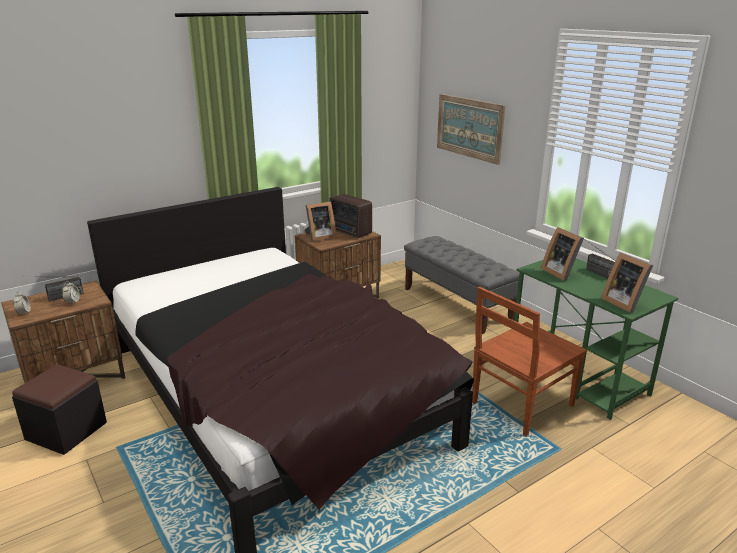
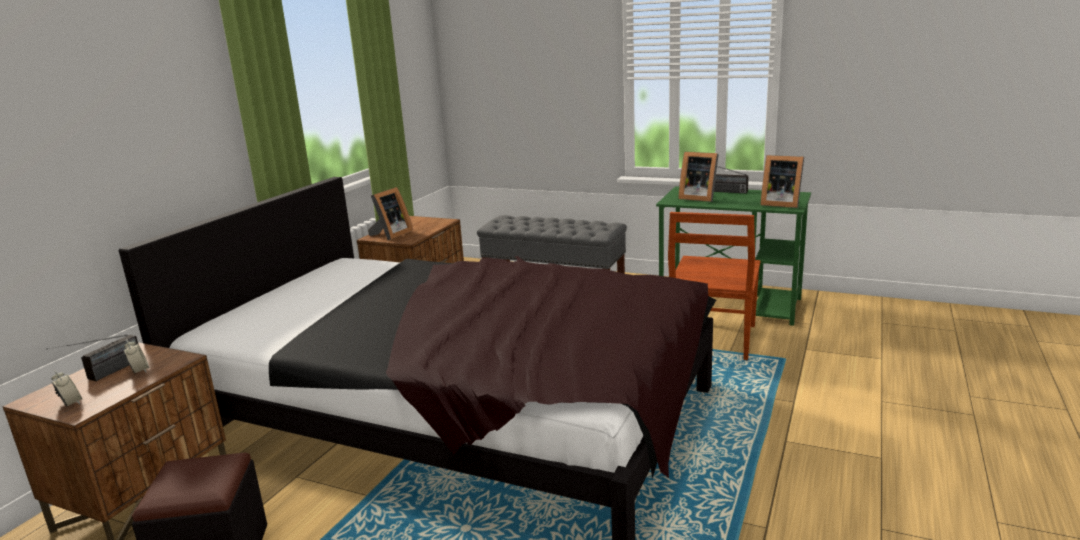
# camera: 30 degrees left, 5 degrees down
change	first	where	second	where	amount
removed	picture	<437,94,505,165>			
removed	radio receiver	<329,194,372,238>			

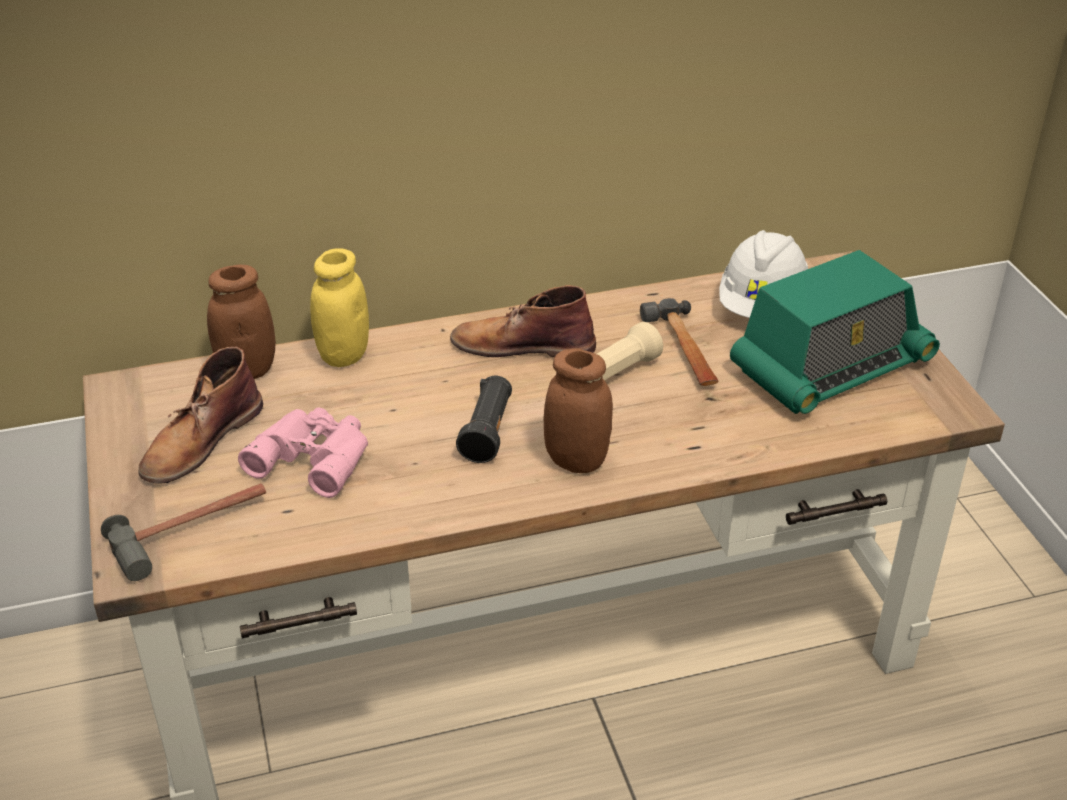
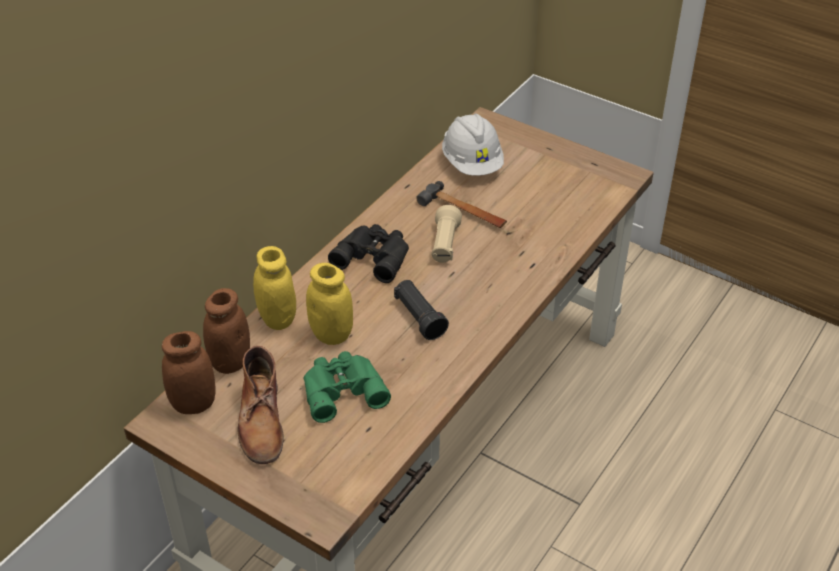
# camera: 40 degrees left, 5 degrees up
change	first	where	second	where	amount
removed	radio receiver	<730,250,940,414>			
replaced	brown tall boot	<450,285,596,357>	blackish pair of binoculars	<328,224,409,283>	
moved	brown storage jar	<544,348,613,473>		<162,331,215,414>	
recoloured	pinkish pair of binoculars	<238,407,368,498>	greenish pair of binoculars	<303,351,391,423>	
removed	hammer	<101,483,266,581>			
added			yellow-coloured storage jar	<306,263,353,345>	

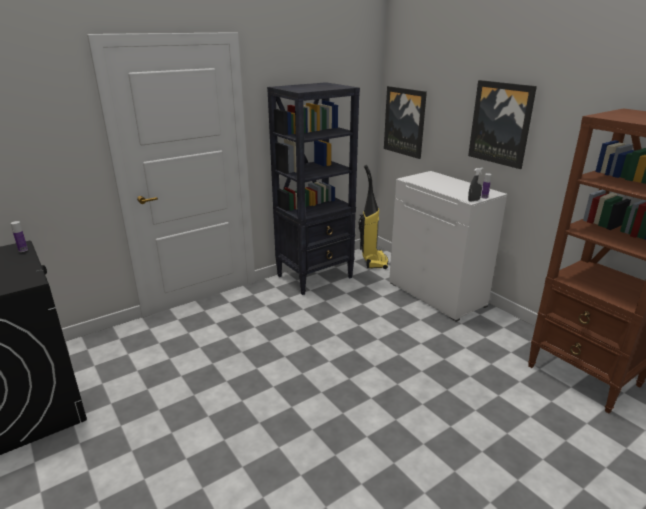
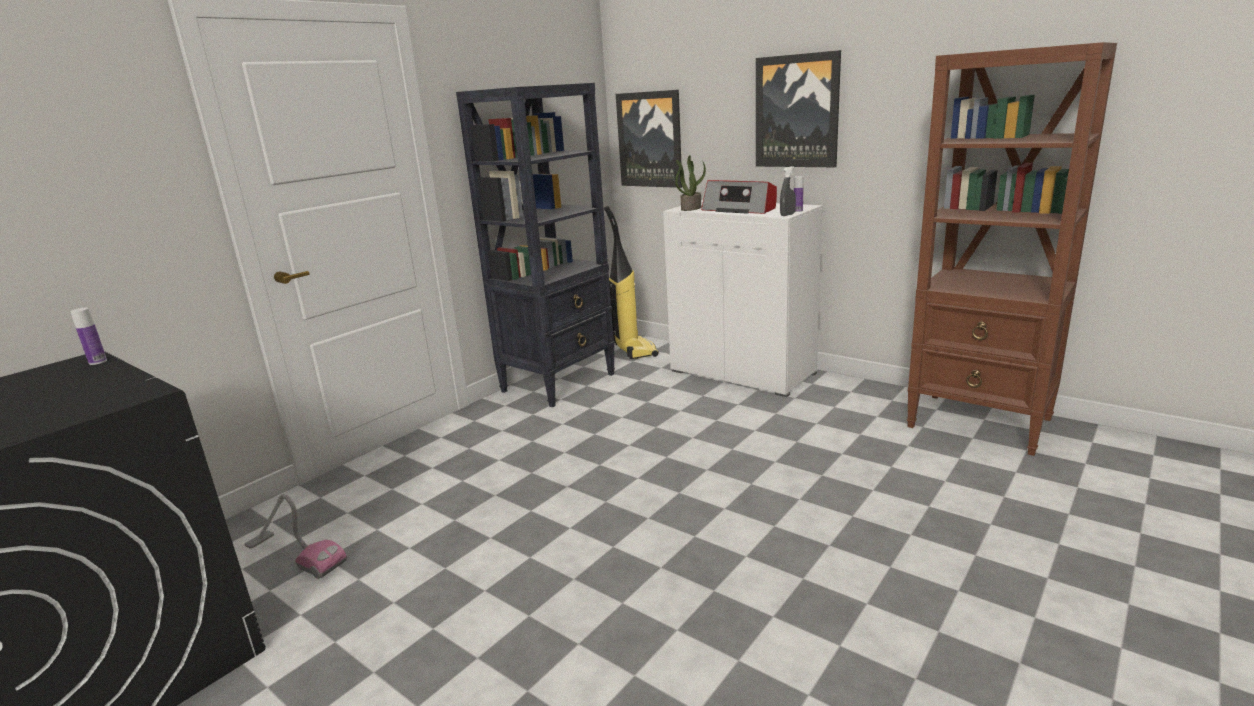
# camera: 15 degrees left, 5 degrees down
change	first	where	second	where	amount
added			potted plant	<675,155,706,211>	
added			radio receiver	<701,180,777,214>	
added			hoover	<245,494,347,579>	

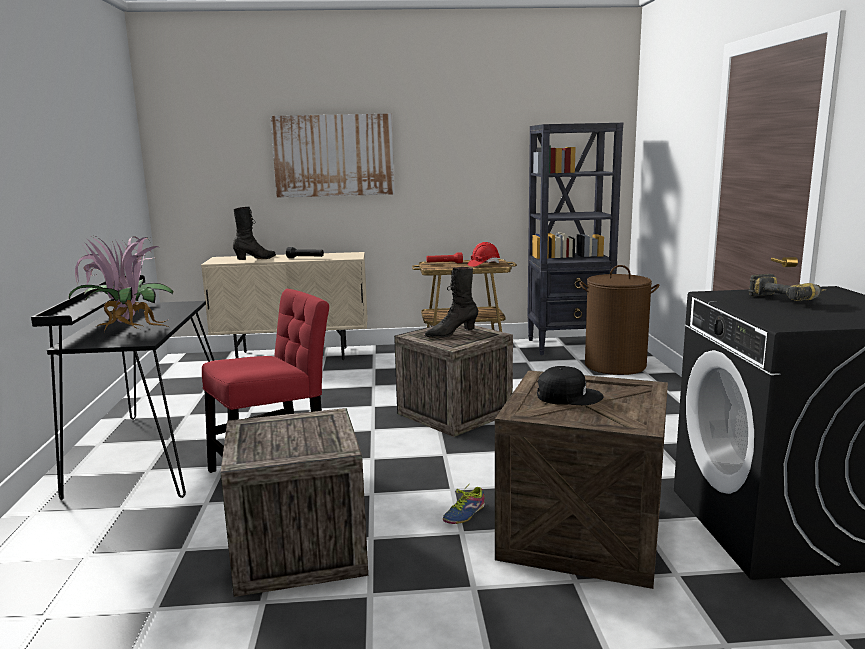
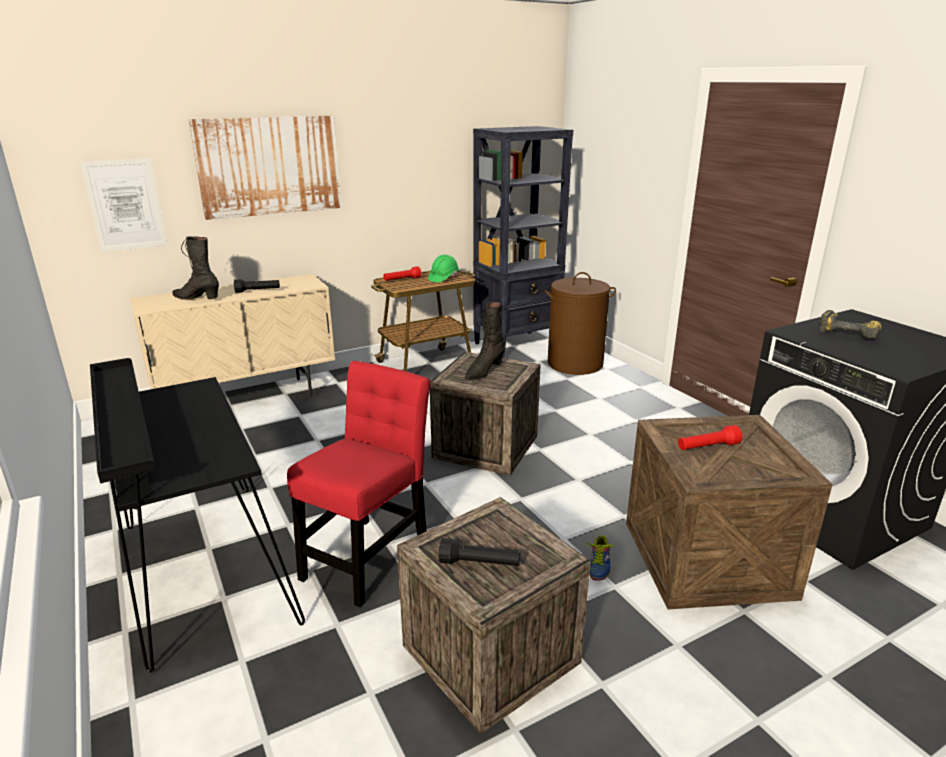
# camera: 25 degrees left, 10 degrees up
change	first	where	second	where	amount
turned	blackish tall boot	<233,207,276,260>		<172,236,219,300>	90 degrees counterclockwise
removed	potted plant	<69,235,174,332>			
recoloured	red-coloured safety helmet	<467,242,500,267>	greenish safety helmet	<428,255,459,282>	
replaced	blackish peaked cap	<537,366,604,405>	red-coloured hand torch	<678,425,742,450>	
added			picture	<80,158,168,252>	
added			blackish hand torch	<439,538,520,566>	

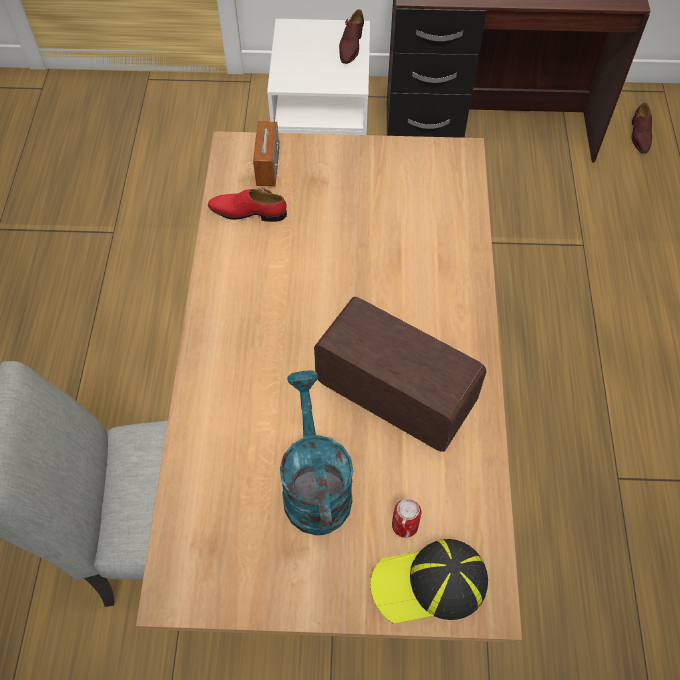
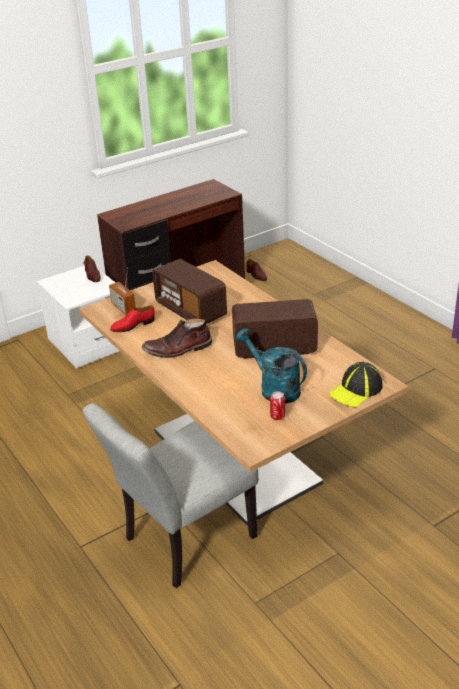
# camera: 35 degrees left, 25 degrees down
change	first	where	second	where	amount
moved	metal can	<392,498,421,538>		<270,391,285,420>	
added			radio receiver	<152,259,227,324>	
added			brown tall boot	<142,319,212,358>	

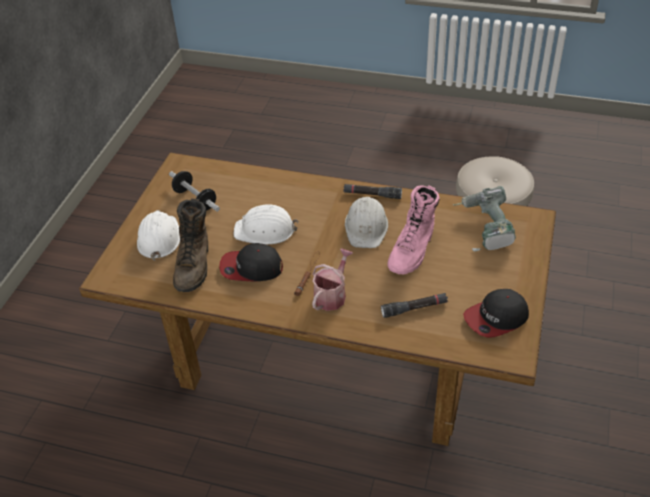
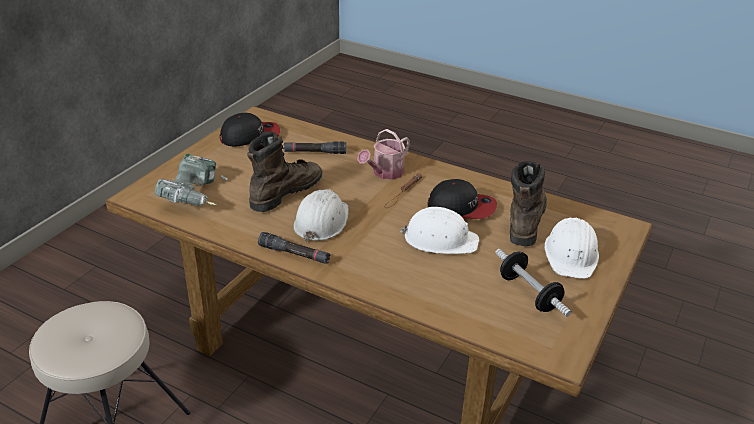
# camera: 170 degrees left, 10 degrees down
change	first	where	second	where	amount
recoloured	pinkish tall boot	<387,185,440,274>	brown tall boot	<247,131,323,212>	

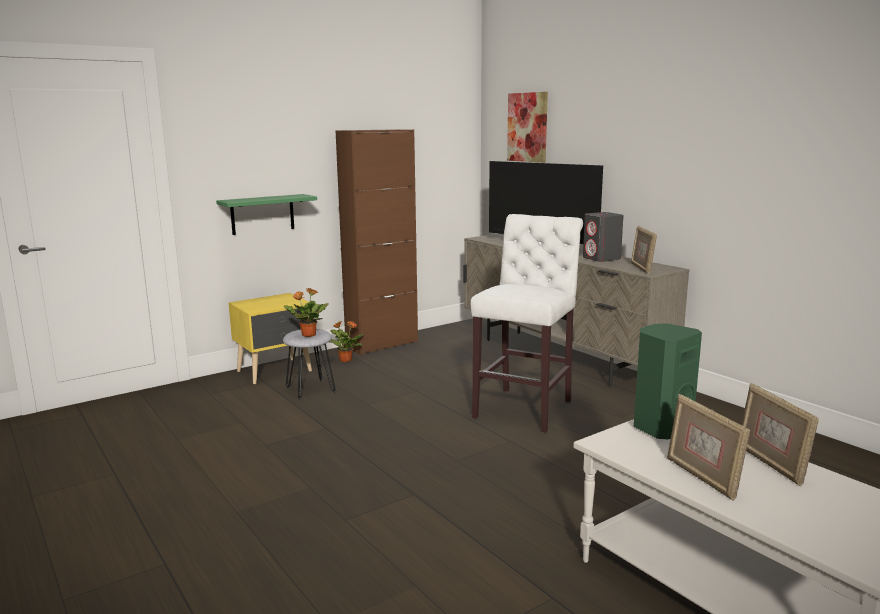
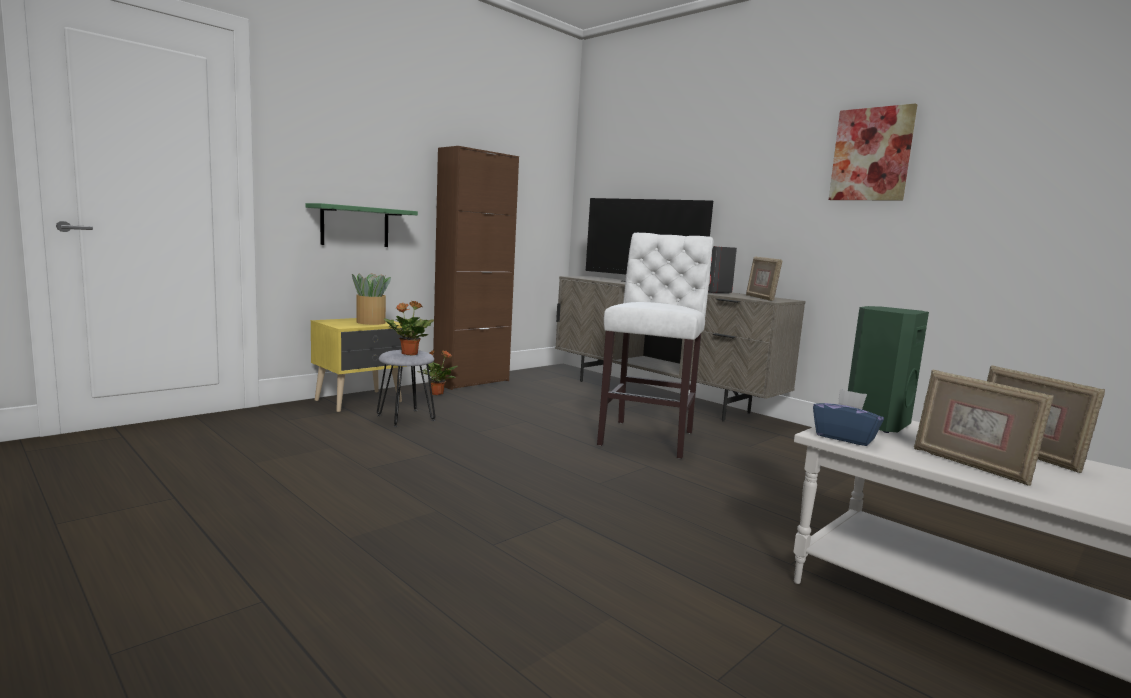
# camera: 10 degrees left, 5 degrees down
change	first	where	second	where	amount
moved	picture	<507,92,548,163>		<829,103,917,200>	
added			potted plant	<352,273,391,325>	
added			bluish box of tissues	<813,389,884,446>	

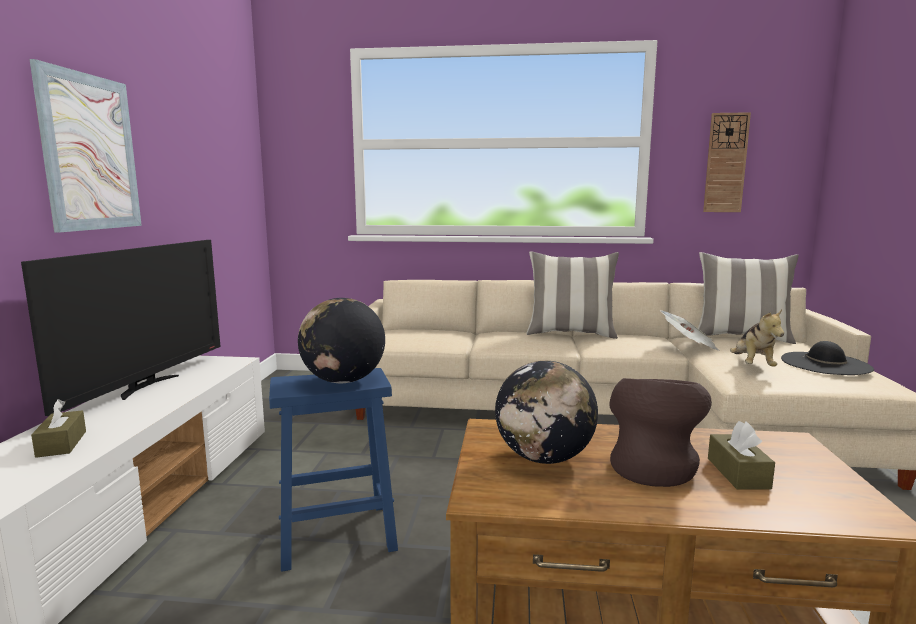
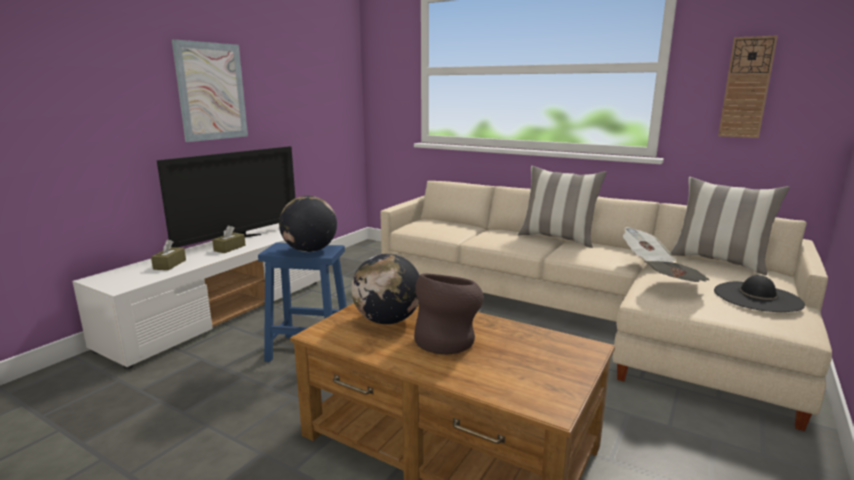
# camera: 25 degrees right, 5 degrees up
change	first	where	second	where	amount
replaced	plush toy	<730,309,784,367>	daily paper	<644,261,709,282>	
moved	brown box of tissues	<708,421,775,489>		<212,225,246,253>	

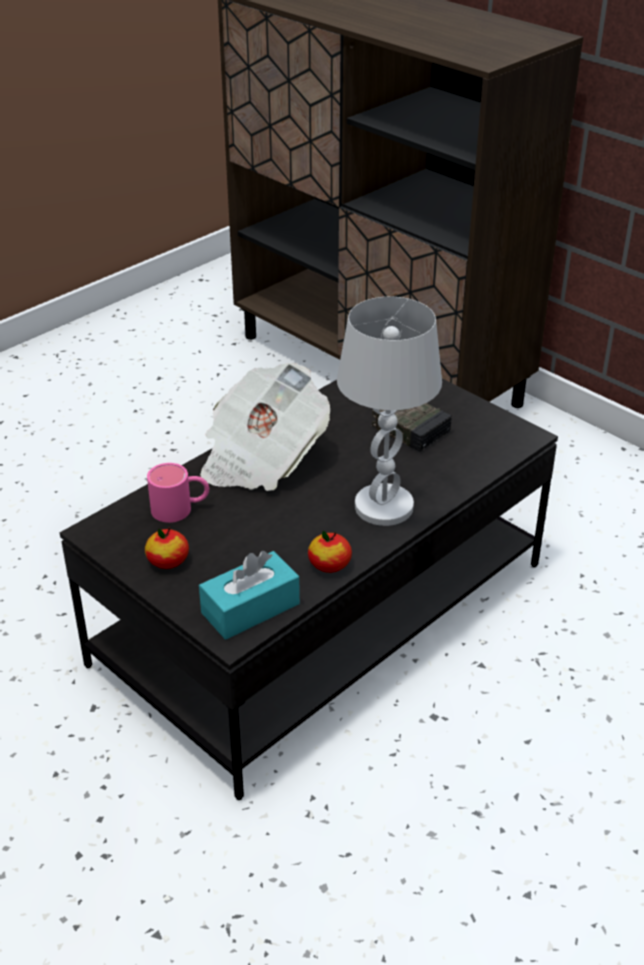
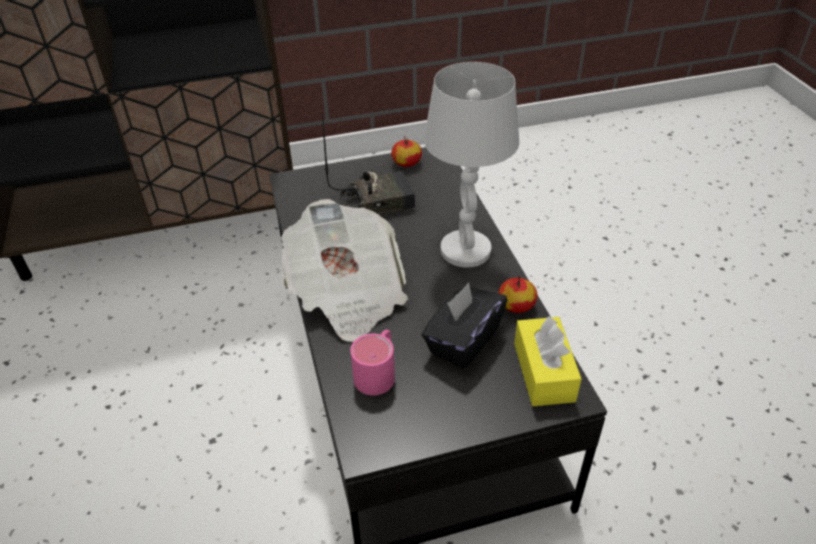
# camera: 60 degrees left, 5 degrees up
change	first	where	second	where	amount
moved	apple	<145,527,189,569>		<391,136,422,167>	
recoloured	turquoise-coloured box of tissues	<199,551,300,640>	yellow-coloured box of tissues	<514,315,581,406>	
added			blackish box of tissues	<422,283,507,369>	

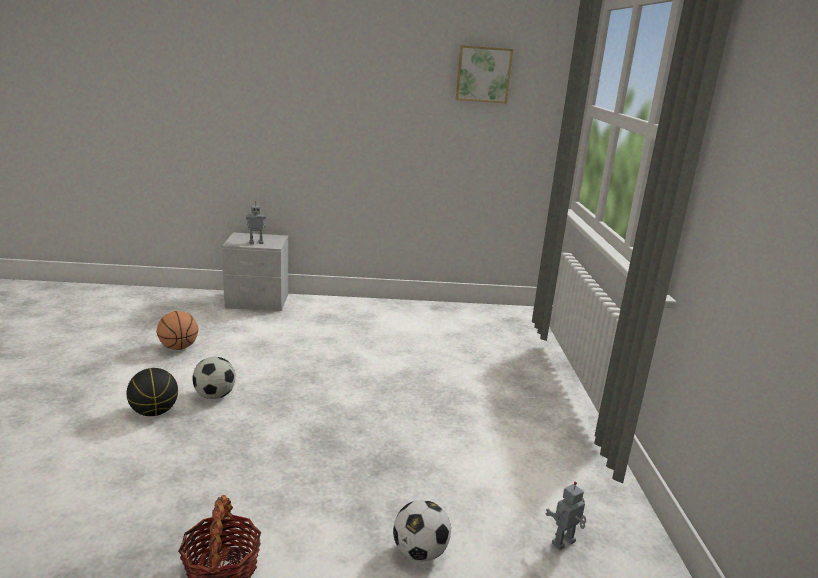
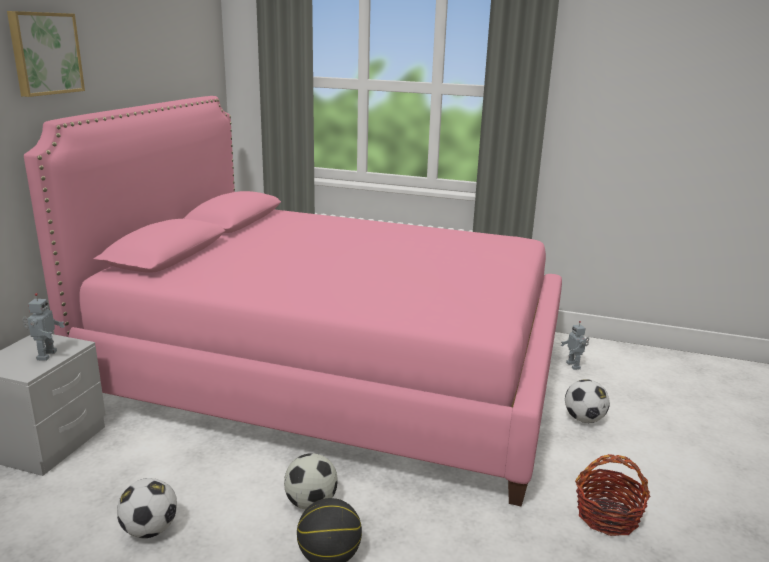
# camera: 70 degrees left, 0 degrees up
change	first	where	second	where	amount
moved	picture	<456,45,513,104>		<7,11,85,97>	
replaced	ball for basketball	<157,311,198,350>	football	<117,478,177,538>	
added			pinkish bedroom bed	<24,96,562,507>	

